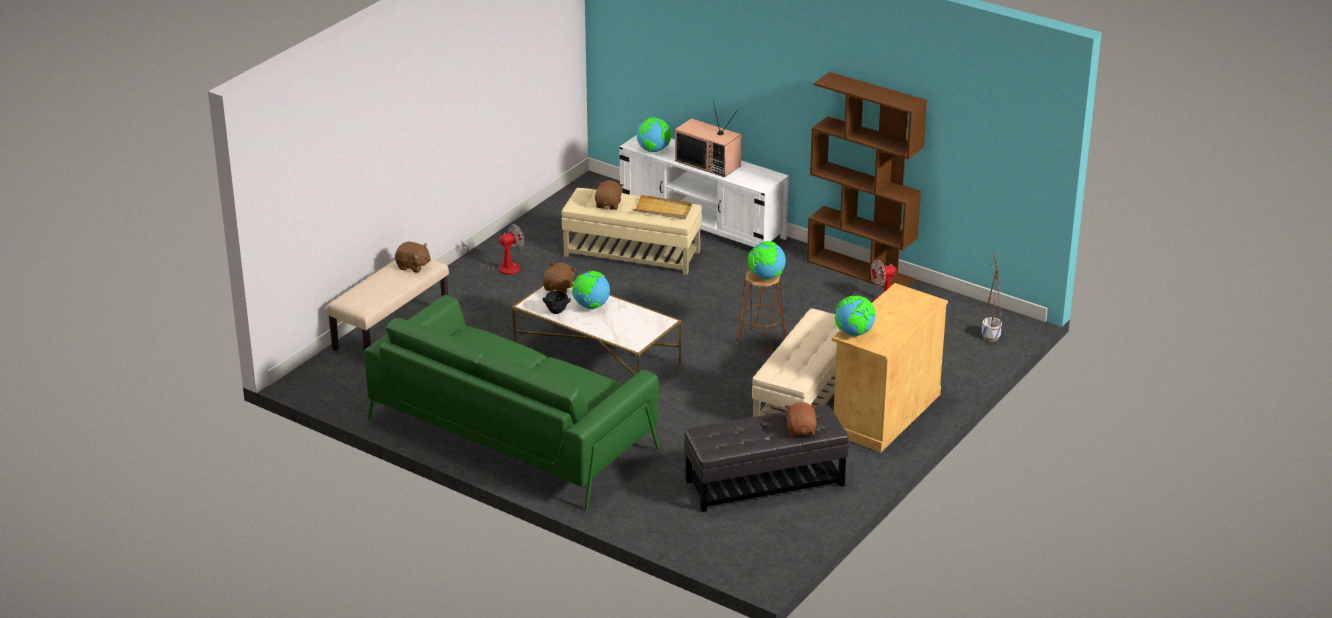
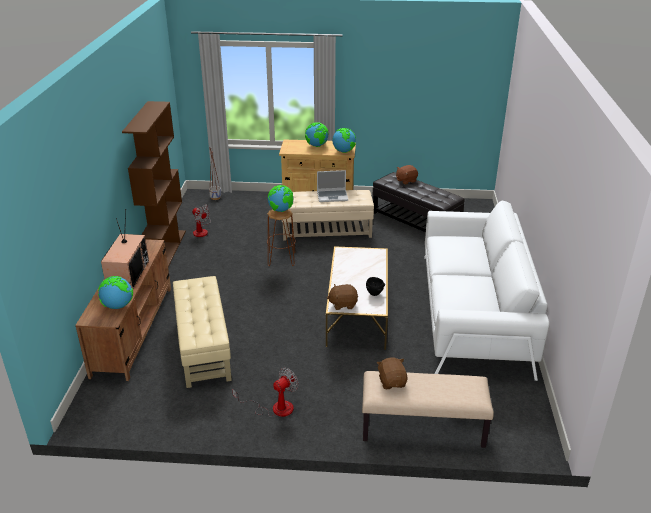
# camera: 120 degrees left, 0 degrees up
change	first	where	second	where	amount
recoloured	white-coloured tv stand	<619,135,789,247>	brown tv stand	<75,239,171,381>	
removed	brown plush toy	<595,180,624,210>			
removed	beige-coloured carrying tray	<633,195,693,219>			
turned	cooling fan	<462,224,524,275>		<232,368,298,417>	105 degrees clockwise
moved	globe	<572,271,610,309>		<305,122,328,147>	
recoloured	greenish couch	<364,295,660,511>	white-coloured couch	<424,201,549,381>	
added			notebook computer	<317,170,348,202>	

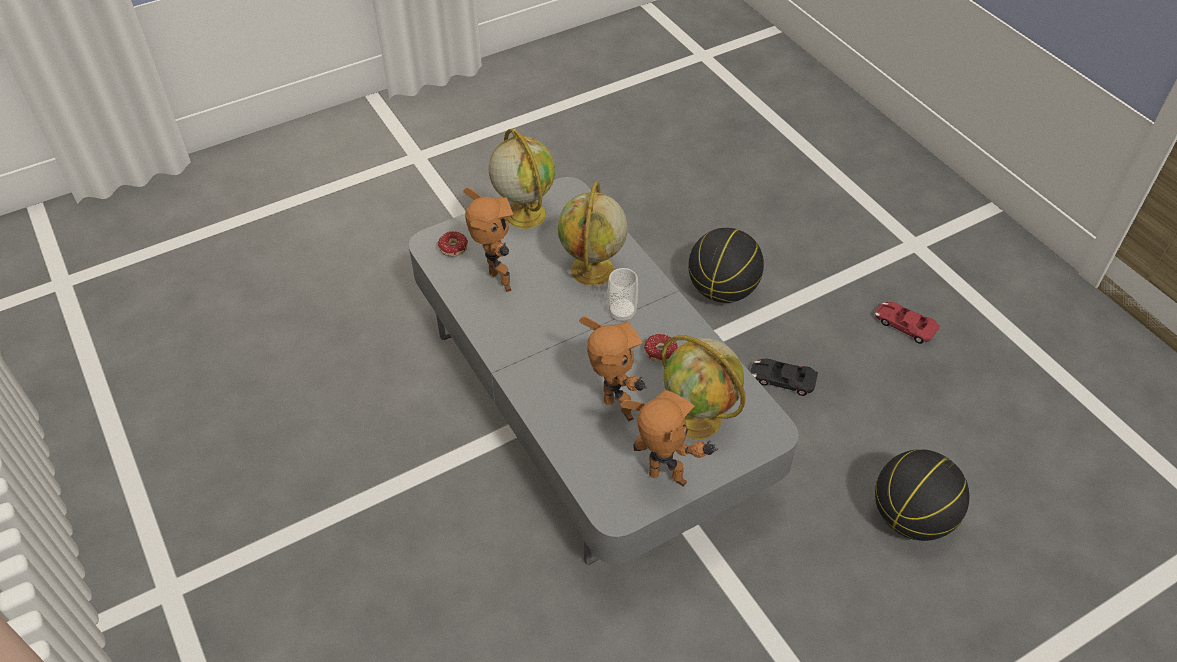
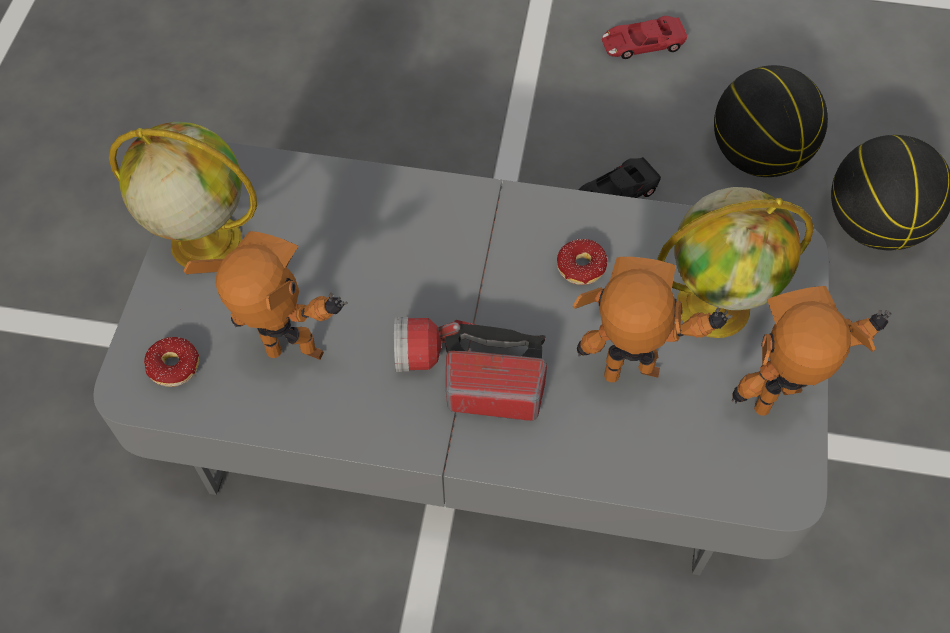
# camera: 50 degrees left, 10 degrees up
change	first	where	second	where	amount
removed	globe	<558,181,628,286>			
moved	ball for basketball	<688,228,764,303>		<714,65,828,177>	
removed	drinking cup	<608,268,638,322>			
added			hand torch	<394,317,547,421>	

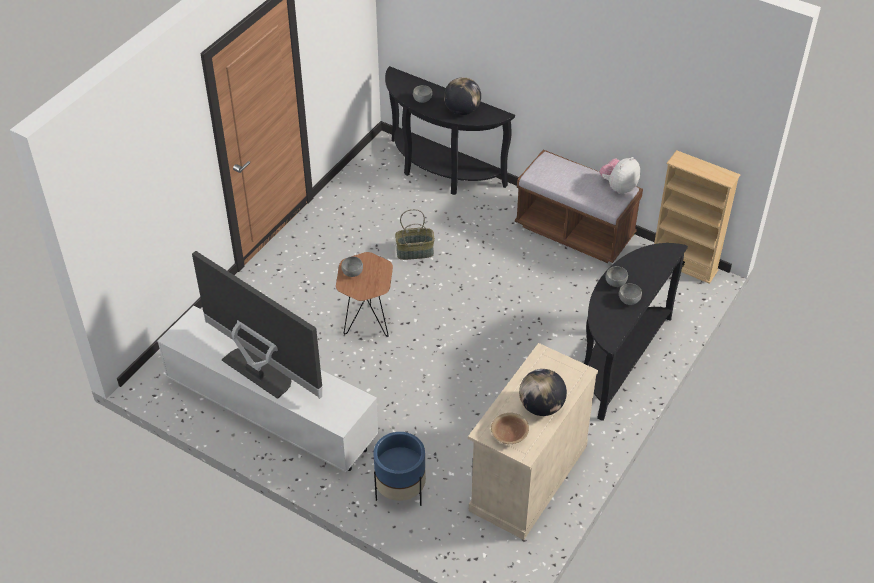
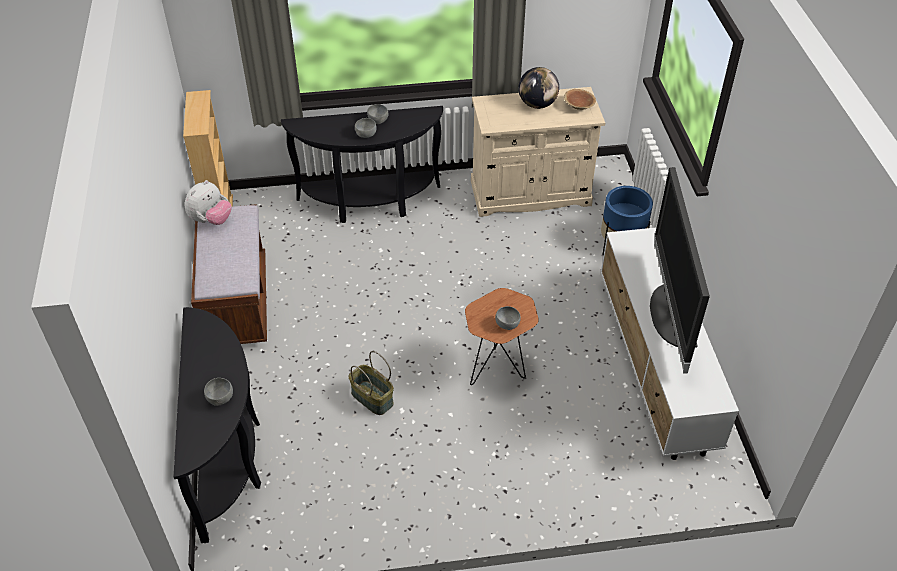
# camera: 130 degrees left, 0 degrees up
change	first	where	second	where	amount
removed	globe	<444,77,481,115>			
turned	plush toy	<600,157,640,194>		<184,180,232,225>	60 degrees counterclockwise

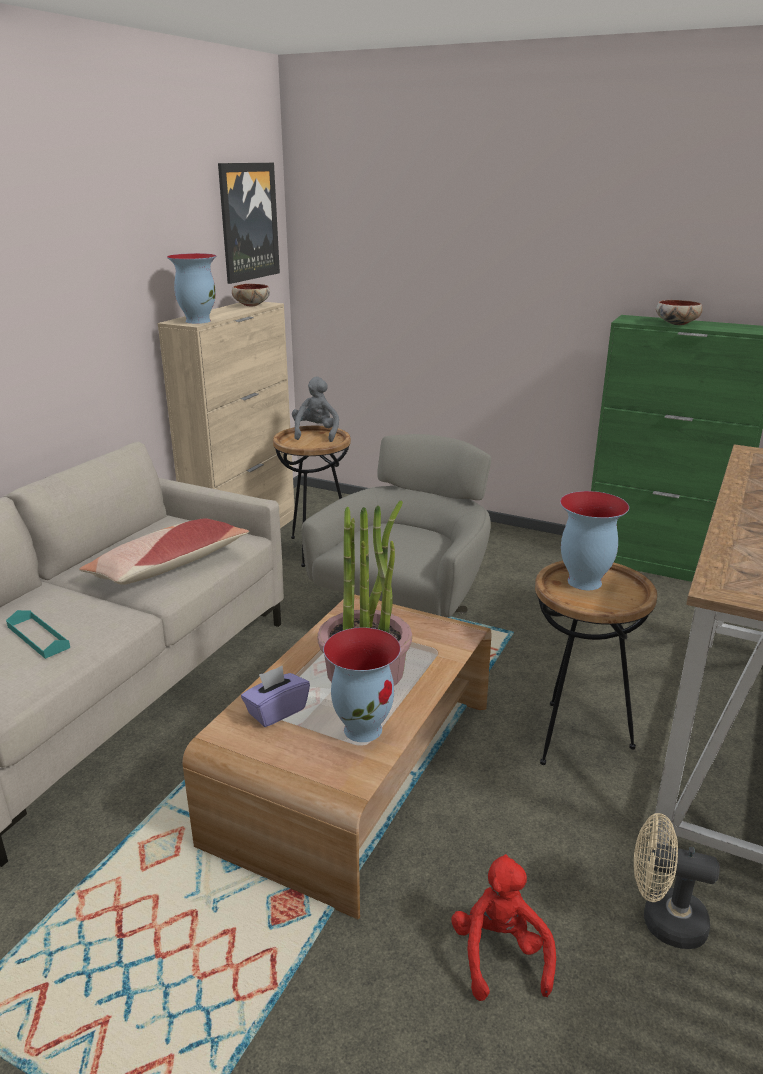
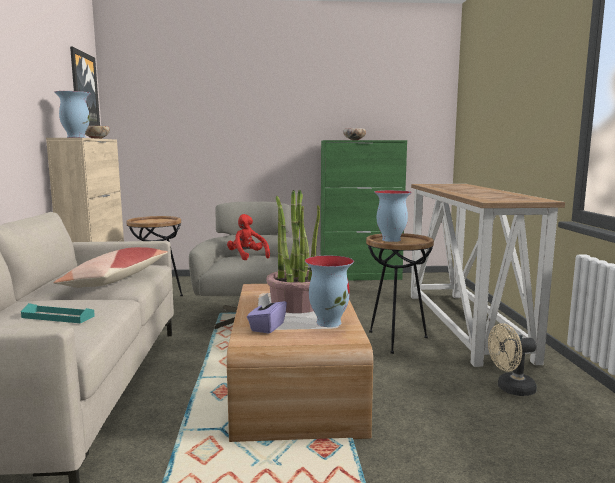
# camera: 30 degrees left, 15 degrees down
change	first	where	second	where	amount
removed	grey plush toy	<292,377,339,442>			
moved	red-coloured plush toy	<451,854,556,1001>		<227,214,270,261>	

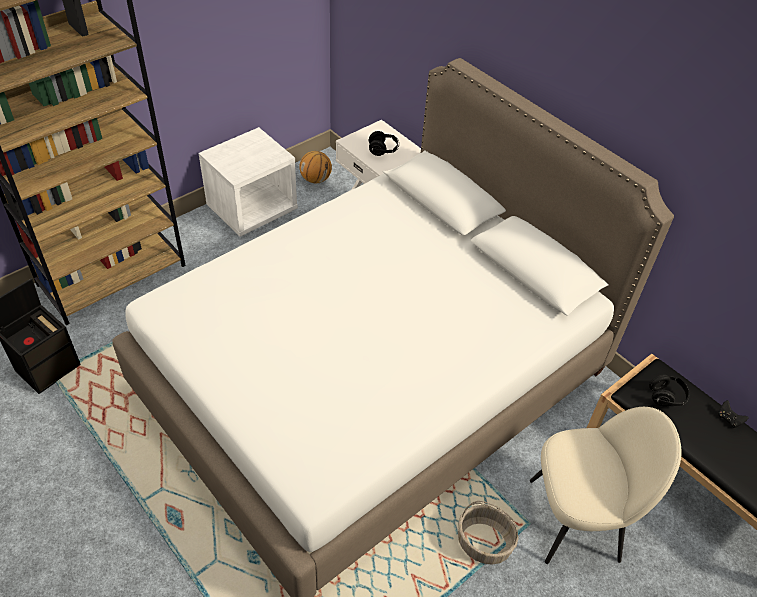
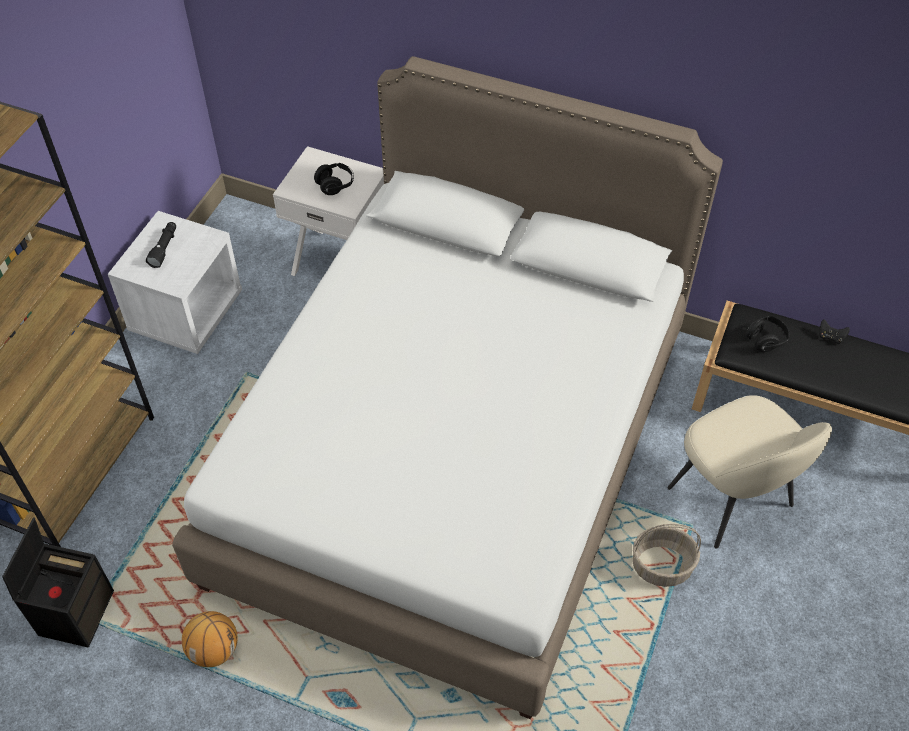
# camera: 25 degrees left, 5 degrees up
change	first	where	second	where	amount
moved	ball for basketball	<299,151,332,183>		<182,611,238,667>	
turned	beige-coloured plain chair	<530,407,682,564>		<667,395,832,548>	90 degrees clockwise
added			blackish hand torch	<146,222,176,268>	

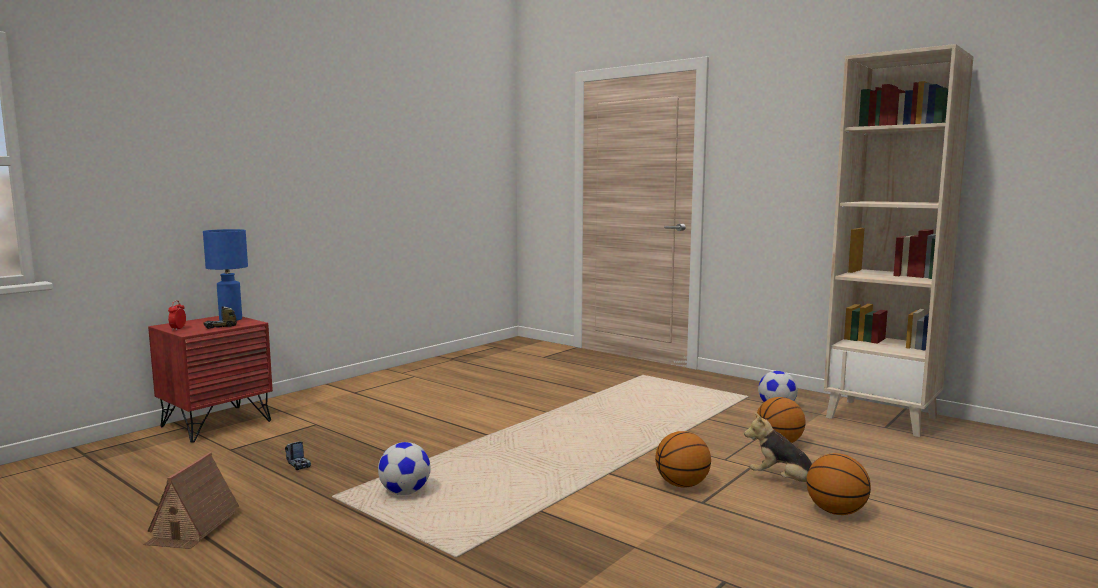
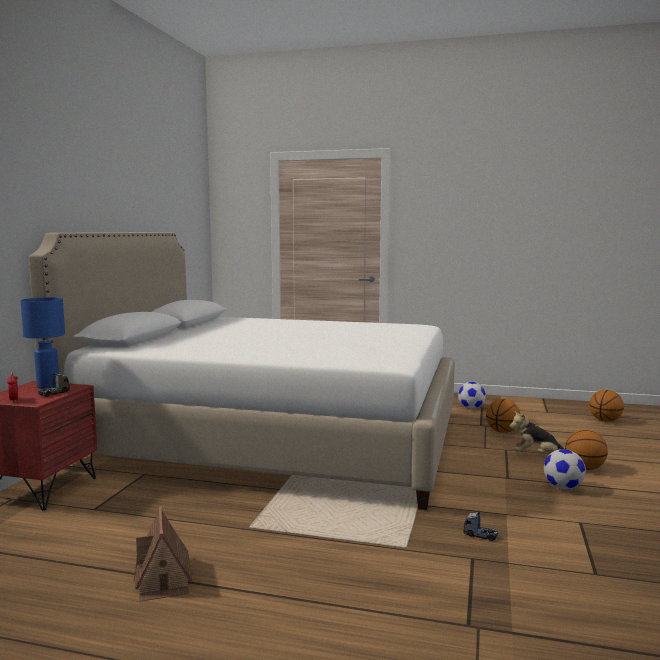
# camera: 25 degrees left, 0 degrees up
change	first	where	second	where	amount
removed	beige-coloured shelving unit	<824,44,973,437>			
moved	ball for basketball	<655,431,711,488>		<589,390,624,422>	
moved	model truck	<285,441,311,470>		<464,512,498,541>	
moved	football	<378,442,431,495>		<544,449,586,489>	
added			white-coloured bedroom bed	<29,232,455,510>	

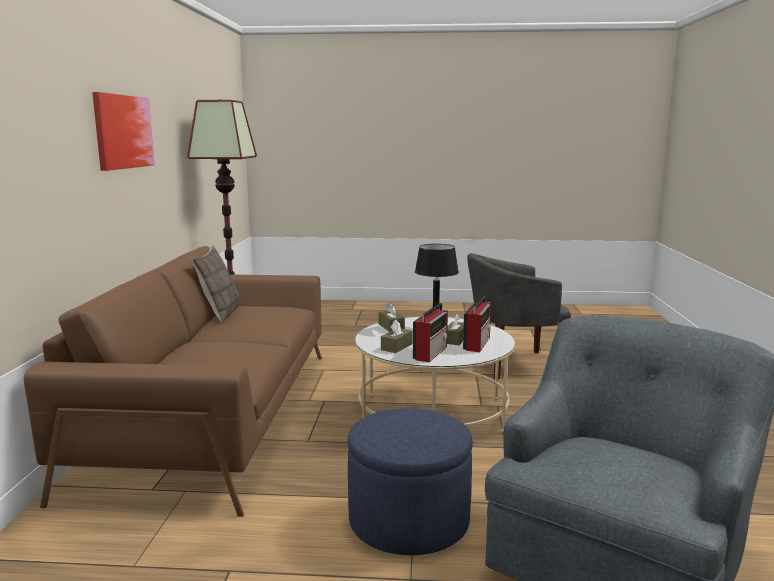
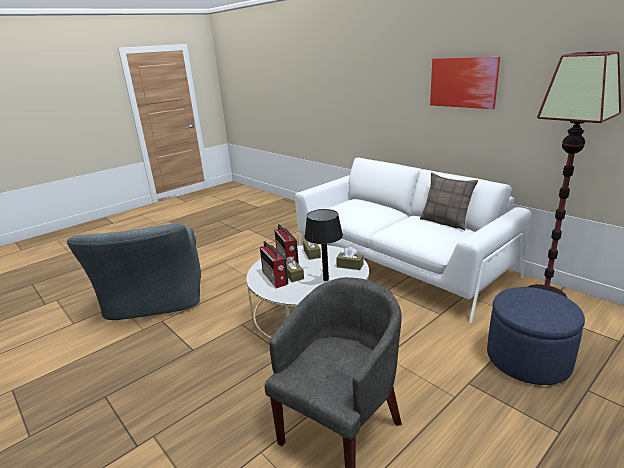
# camera: 135 degrees right, 10 degrees up
change	first	where	second	where	amount
recoloured	brown couch	<24,246,322,517>	white-coloured couch	<295,158,532,323>	
moved	bluish footrest	<348,408,473,555>		<487,287,585,385>	

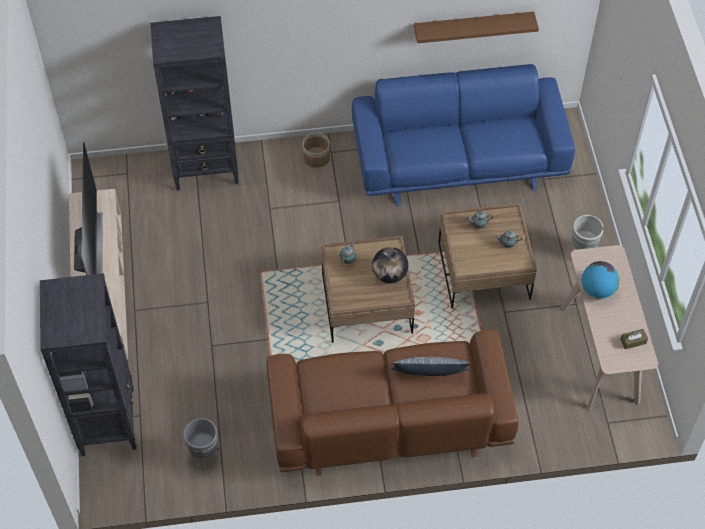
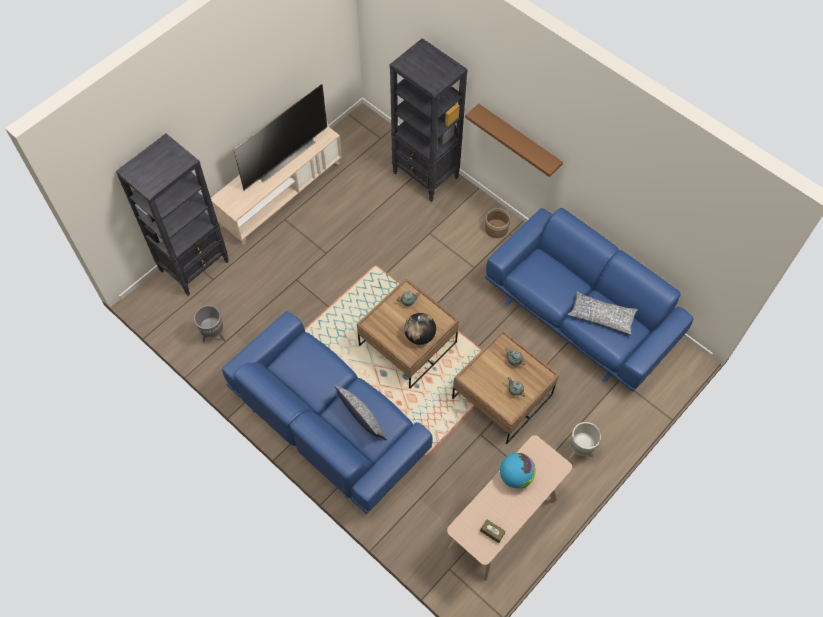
# camera: 50 degrees right, 5 degrees up
change	first	where	second	where	amount
moved	brown wall shelf	<414,12,539,43>		<465,104,563,177>	
recoloured	brown couch	<267,330,519,476>	bluish couch	<222,311,433,514>	
added			throw pillow	<567,291,638,335>	

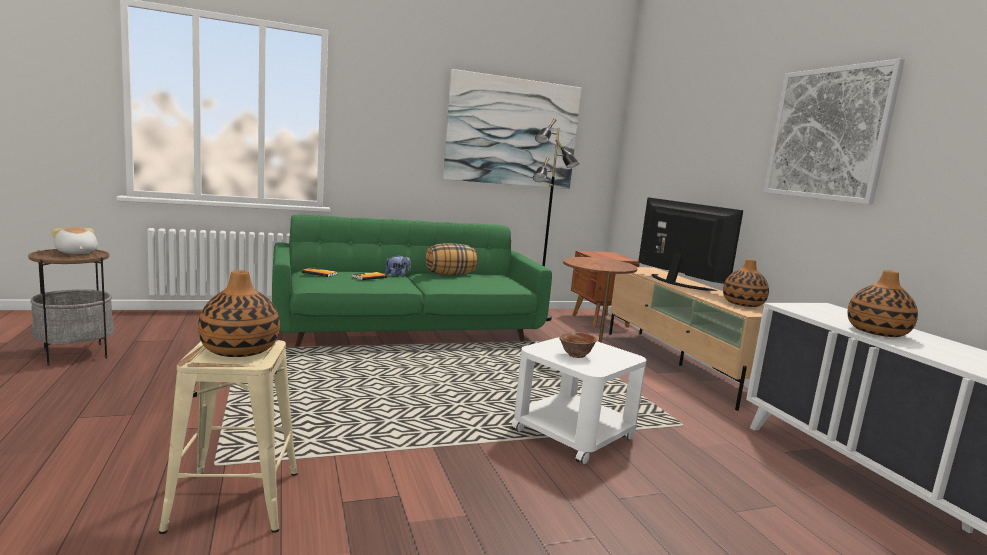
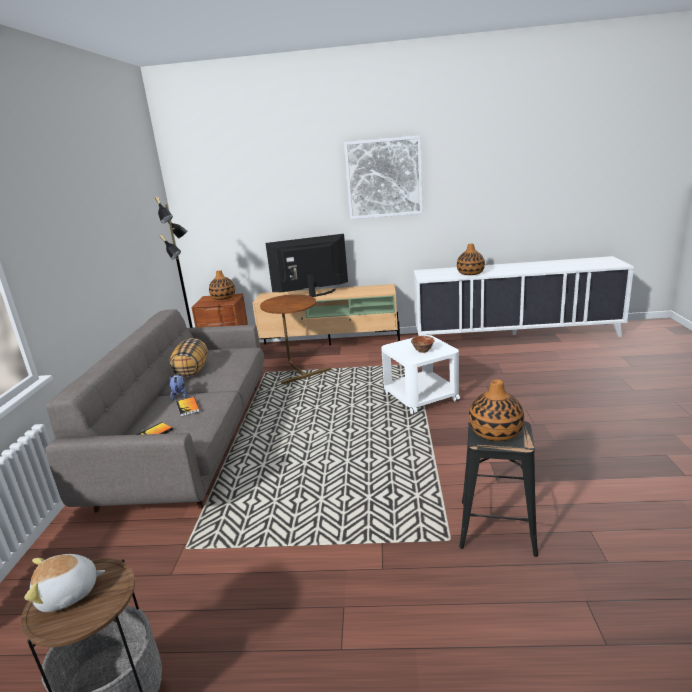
# camera: 65 degrees left, 10 degrees up
change	first	where	second	where	amount
removed	picture	<443,69,581,189>			
recoloured	greenish couch	<272,215,552,347>	grey couch	<45,309,264,513>	
moved	decorative vase	<723,259,769,307>		<209,270,235,300>	
recoloured	beige-coloured sitting stool	<159,340,298,534>	blackish sitting stool	<459,421,538,557>	

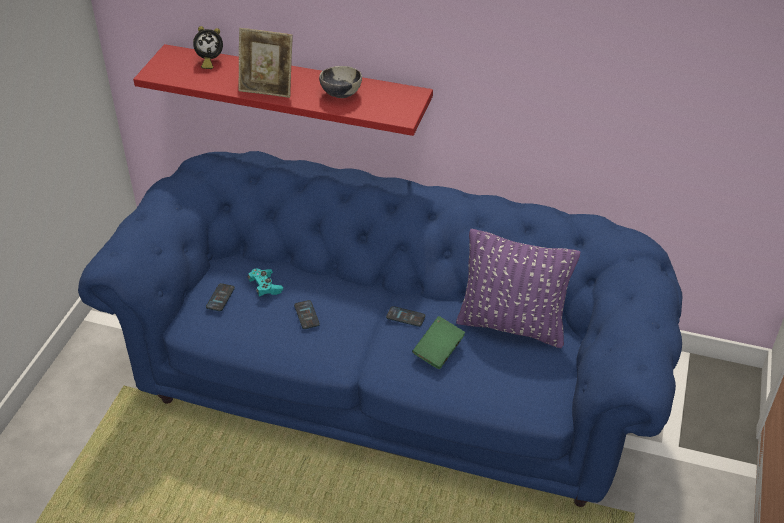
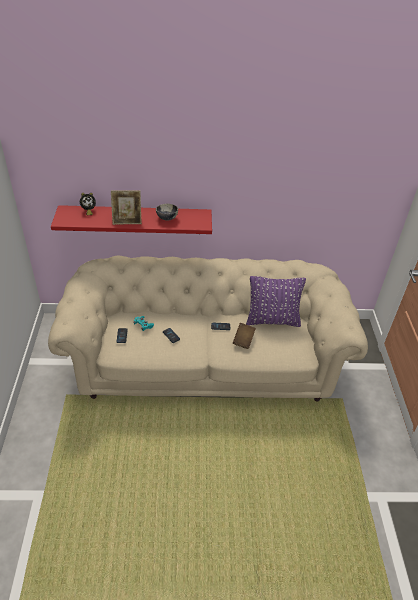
# camera: 20 degrees left, 0 degrees up
change	first	where	second	where	amount
recoloured	bluish couch	<78,151,682,507>	beige-coloured couch	<48,255,368,402>	
recoloured	greenish volume	<412,316,465,369>	brown volume	<233,323,256,349>	

